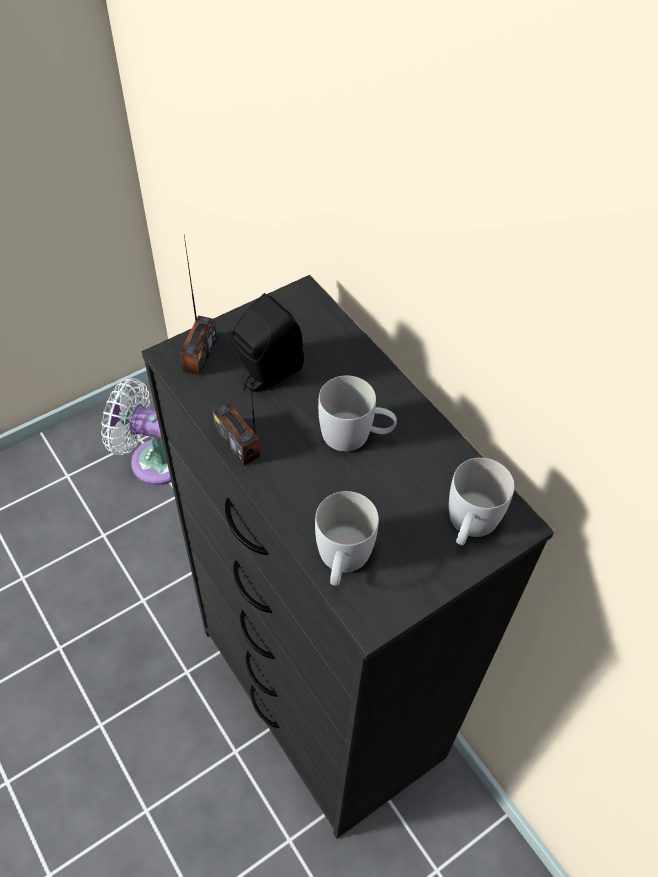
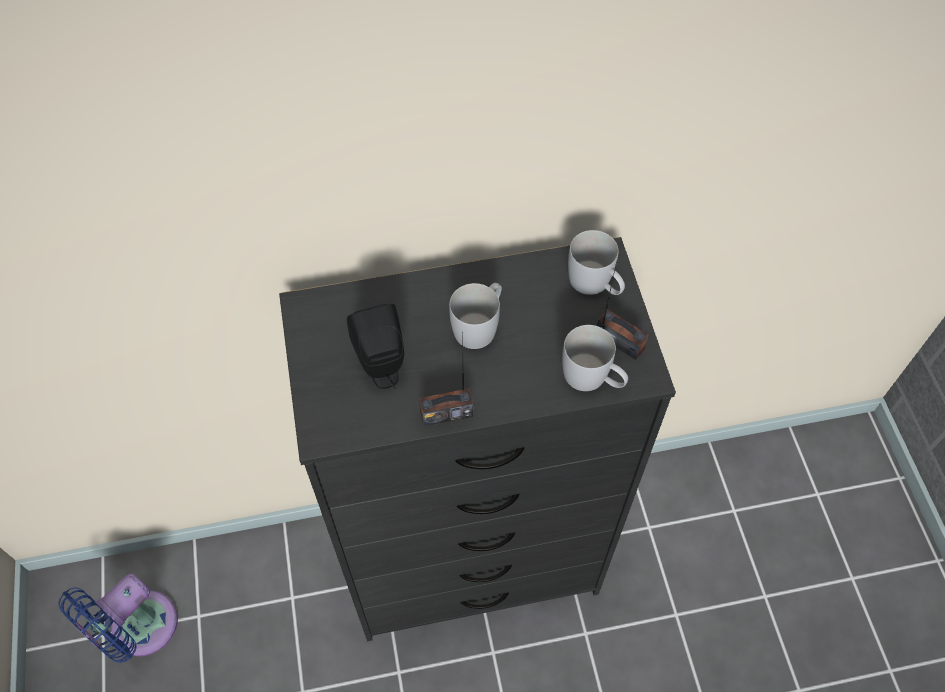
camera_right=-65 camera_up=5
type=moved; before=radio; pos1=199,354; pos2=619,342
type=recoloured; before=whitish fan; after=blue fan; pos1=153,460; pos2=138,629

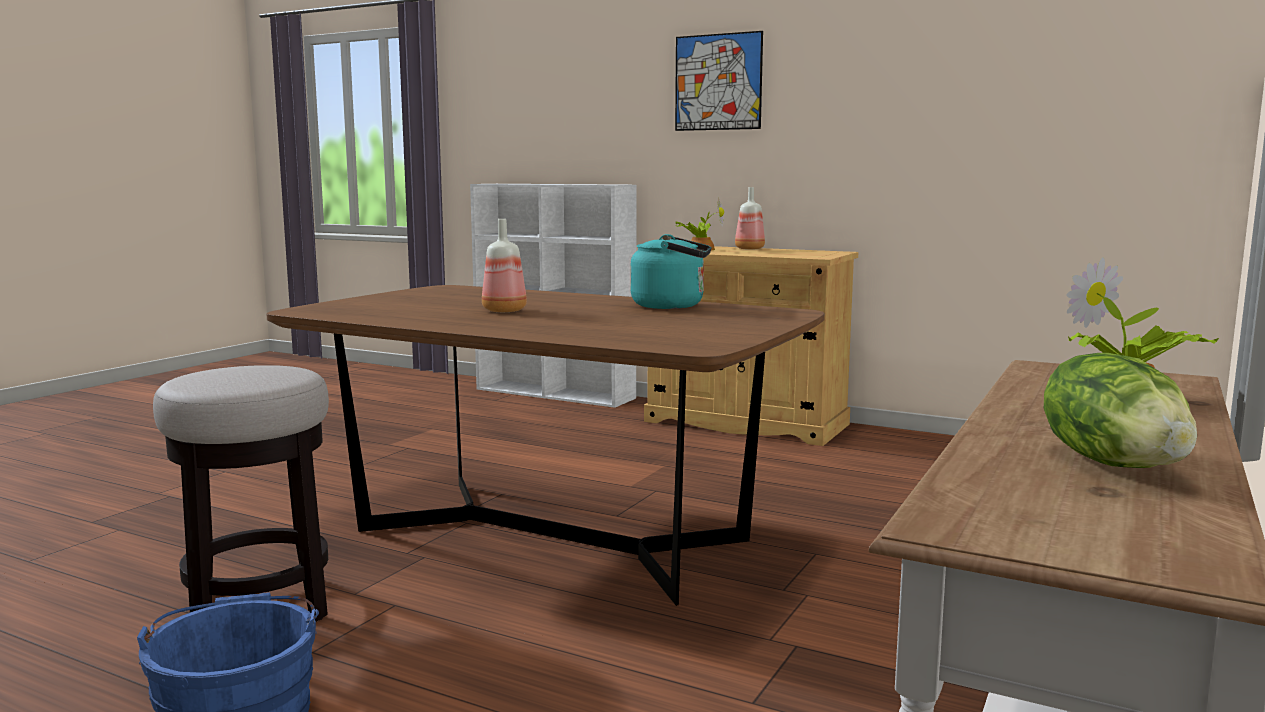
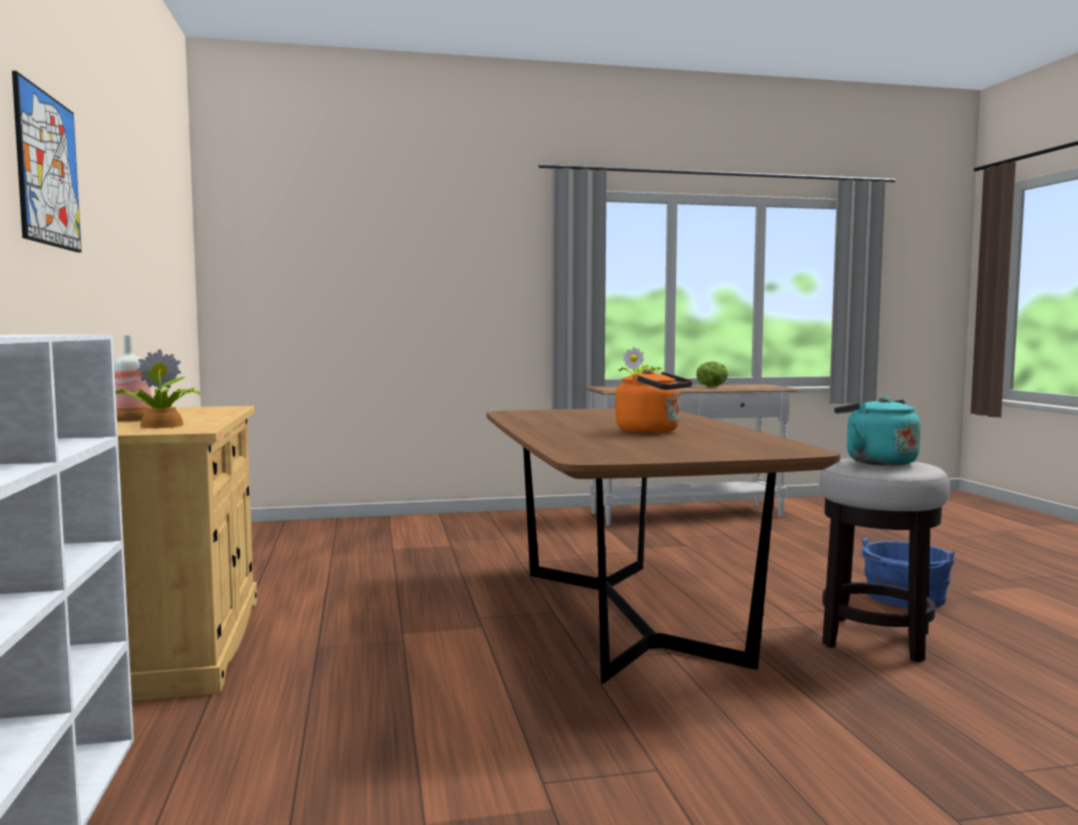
camera_right=-130 camera_up=-5
type=moved; before=turquoise-coloured water kettle; pos1=672,306; pos2=876,461
type=replaced; before=beverage bottle; after=orangey water kettle; pos1=503,310; pos2=652,432

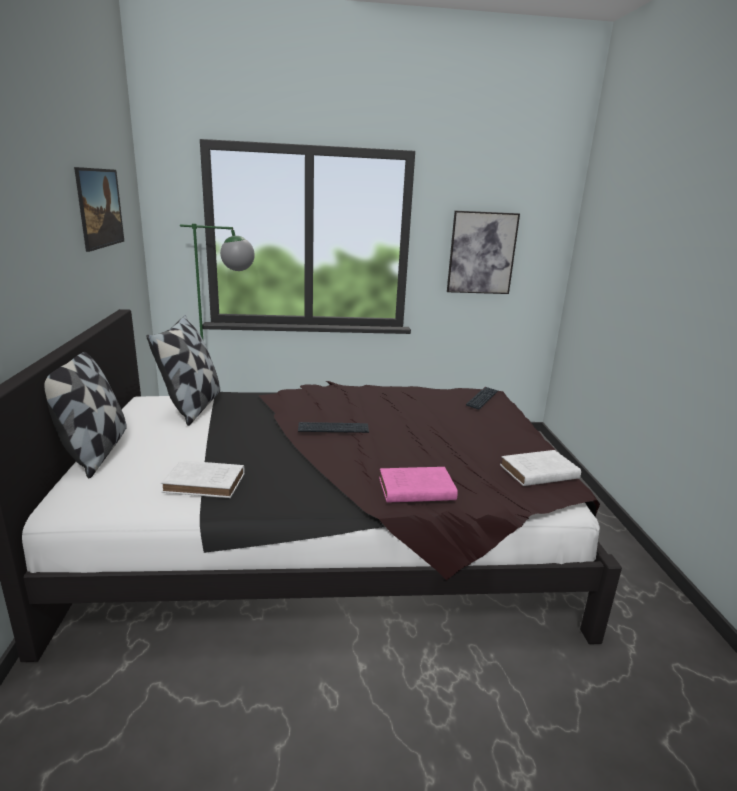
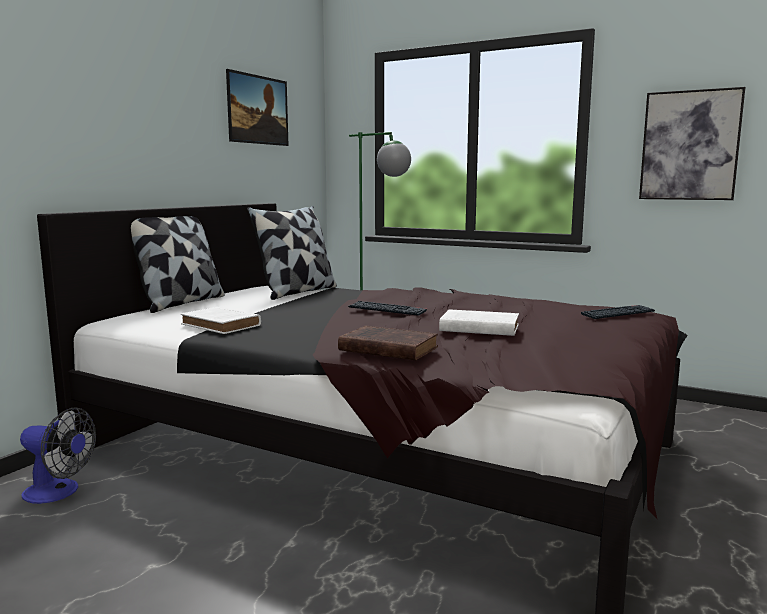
camera_right=35 camera_up=-10
type=added; after=fan; pos2=59,492
type=moved; before=whitish bound book; pos1=537,472; pos2=477,328
type=recoloured; before=pink bound book; after=brownish bound book; pos1=414,489; pos2=386,348

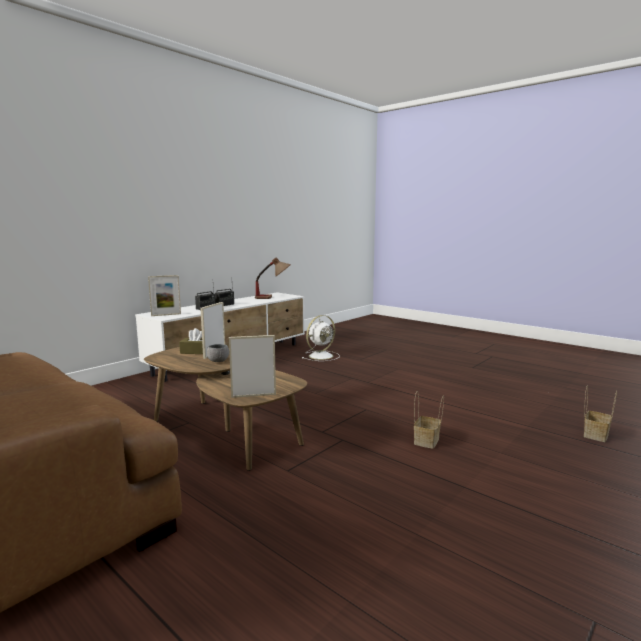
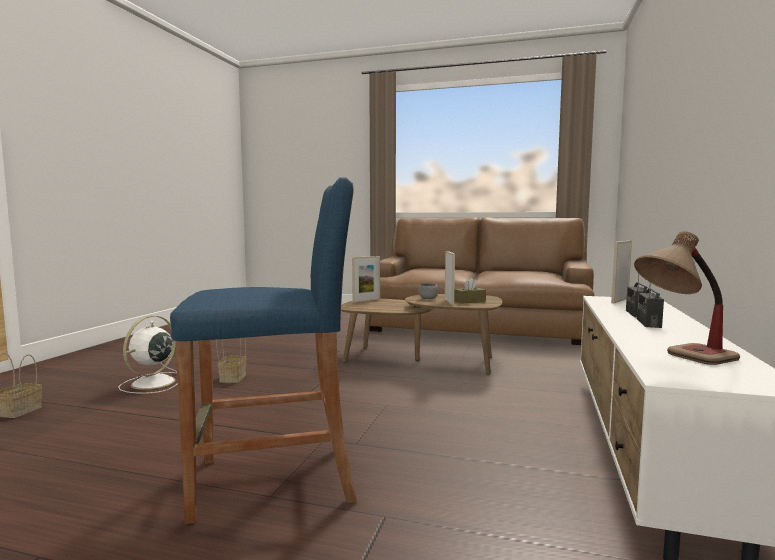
camera_right=155 camera_up=-5
type=added; after=blue stool seat; pos2=274,480
type=moved; before=whitish fan; pos1=321,356; pos2=151,383

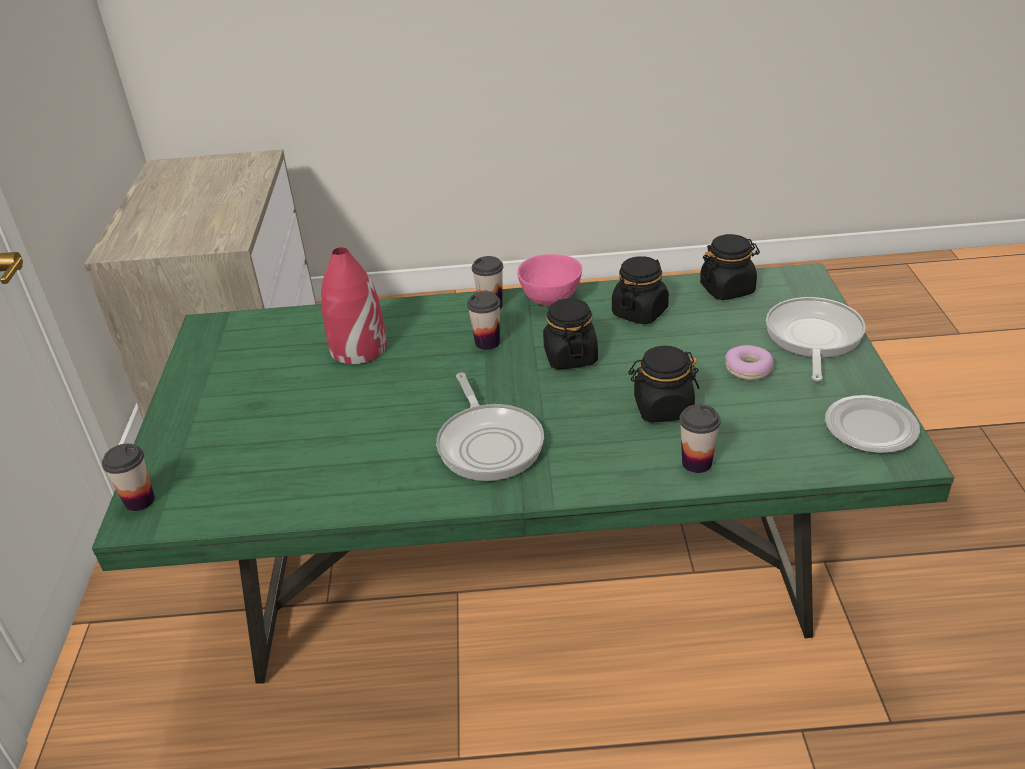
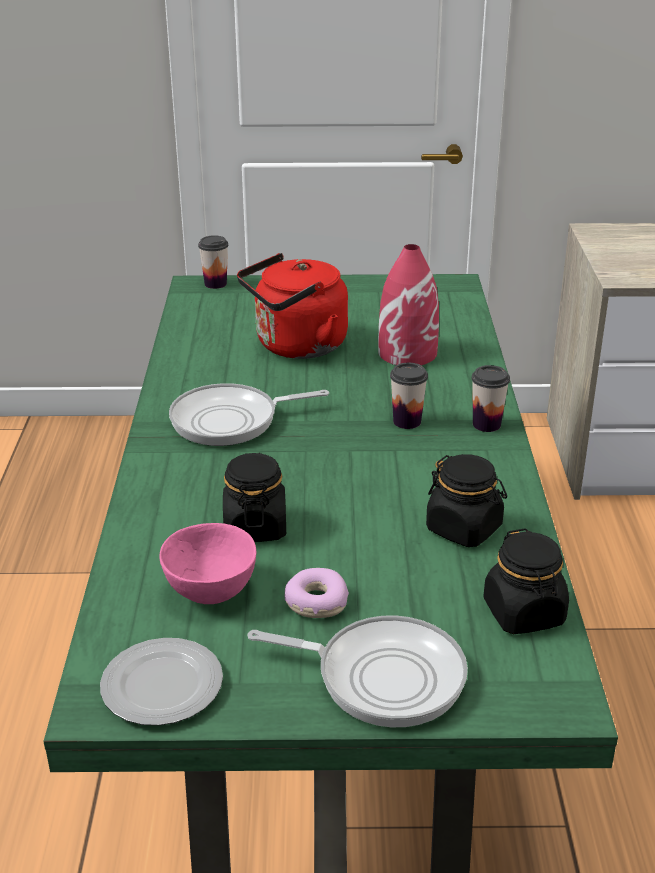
camera_right=90 camera_up=-5
type=removed; before=black-coloured storage jar; pos1=570,356
type=removed; before=drinking cup; pos1=696,463
type=added; after=red water kettle; pos2=296,347
type=moved; before=pink serving bowl; pos1=552,299; pos2=211,593

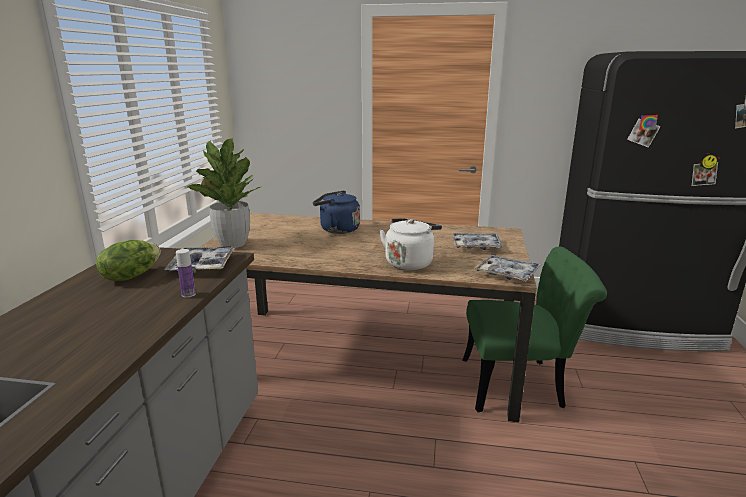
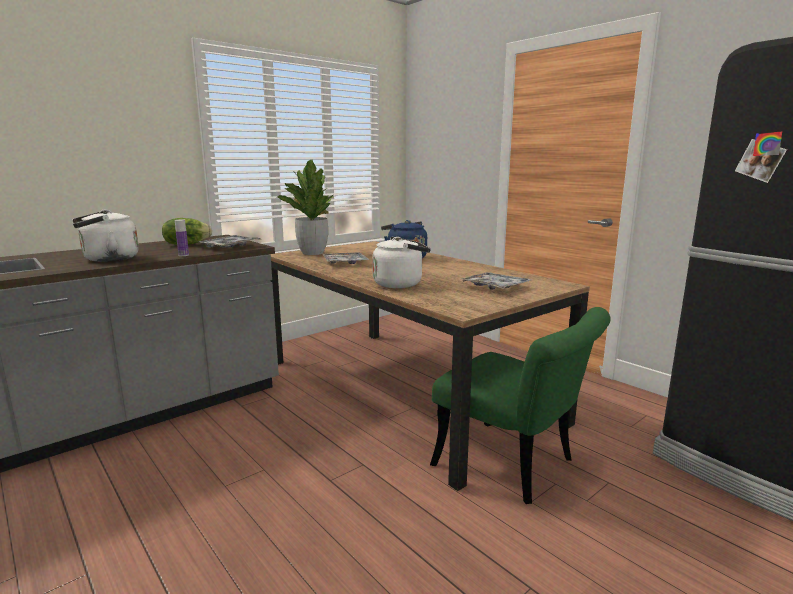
camera_right=40 camera_up=-5
type=added; after=whitish water kettle; pos2=107,259
type=moved; before=tray; pos1=507,274; pos2=345,263

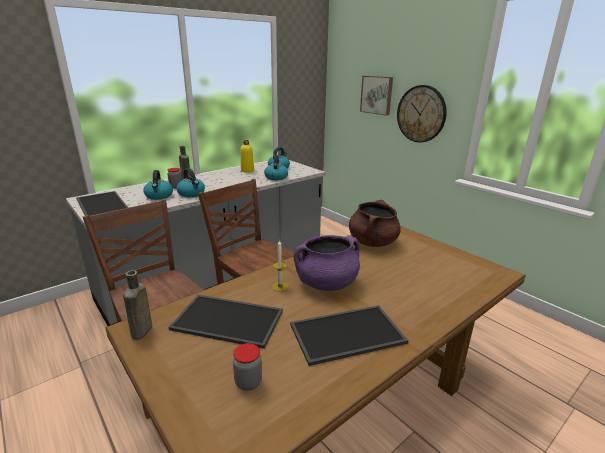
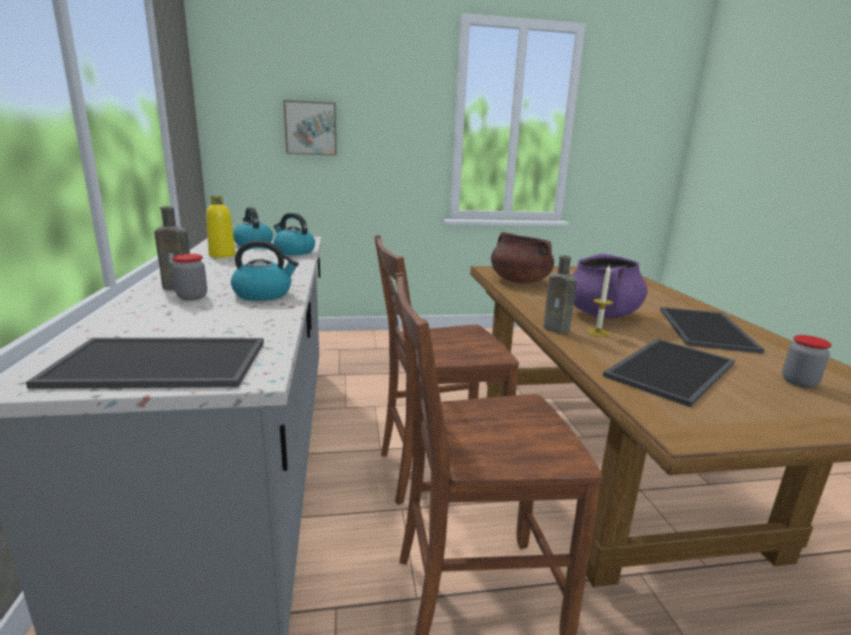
camera_right=-60 camera_up=-5
type=removed; before=water kettle; pos1=159,196
type=removed; before=hanging clock; pos1=421,114
type=moved; before=brownish beverage bottle; pos1=141,332; pos2=557,330

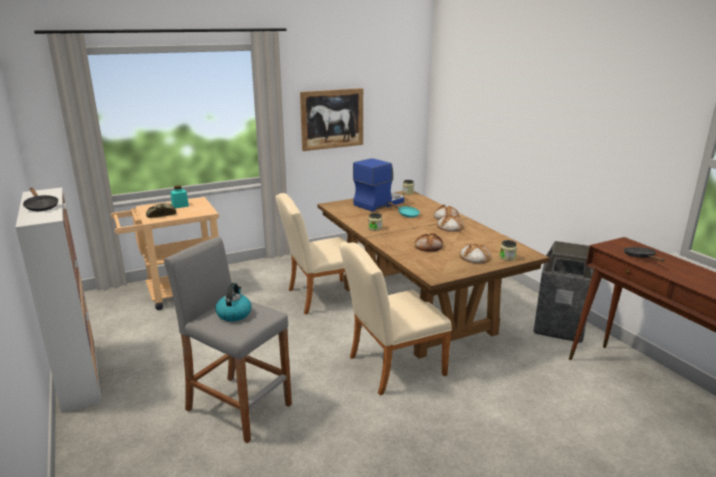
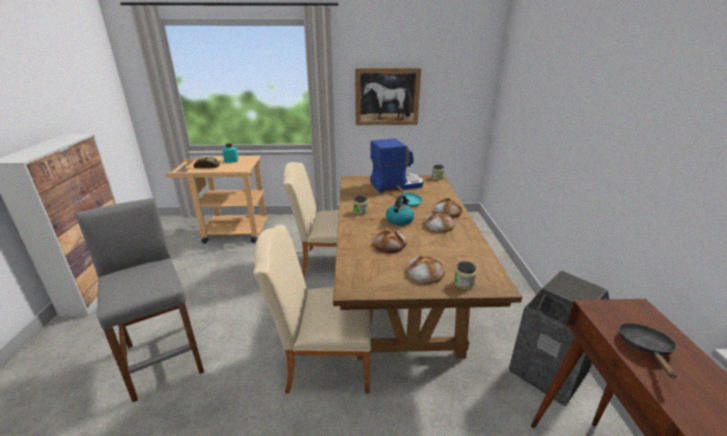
camera_right=25 camera_up=5
type=removed; before=black-coloured frying pan; pos1=41,207
type=moved; before=water kettle; pos1=234,314; pos2=399,220

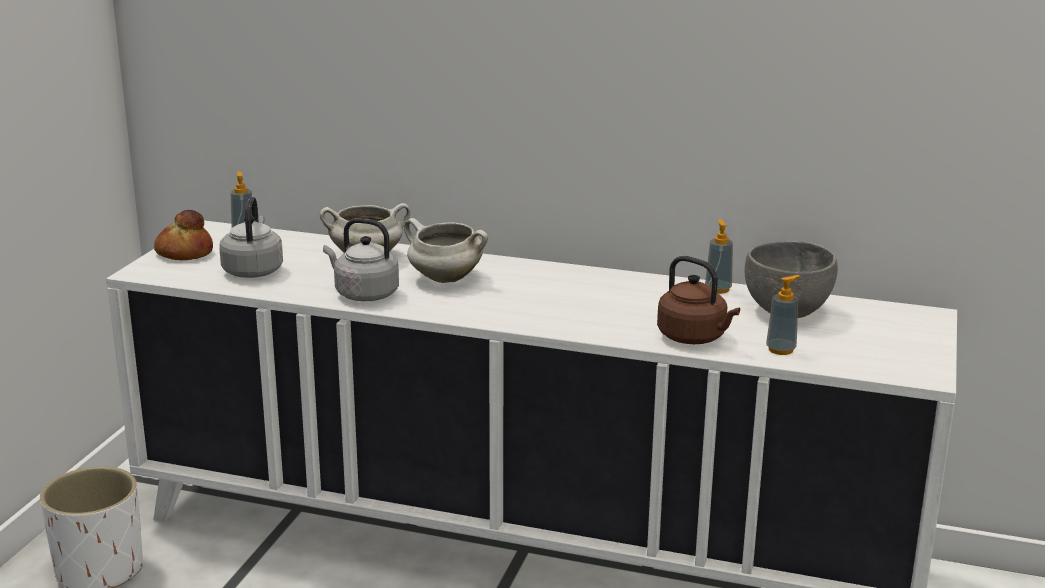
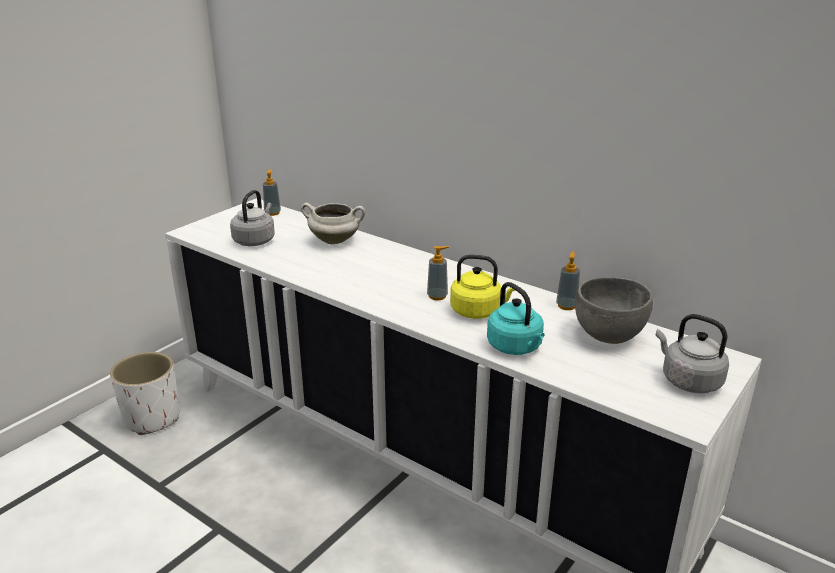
camera_right=20 camera_up=5
type=removed; before=bread; pos1=184,253
type=removed; before=whitish cooking pot; pos1=444,279
type=added; after=yellowish water kettle; pos2=478,311
type=moved; before=greyish water kettle; pos1=363,294; pos2=688,380
type=moved; before=soap bottle; pos1=781,350; pos2=437,296
type=recoloured; before=brownish water kettle; after=turquoise-coloured water kettle; pos1=694,338; pos2=516,347

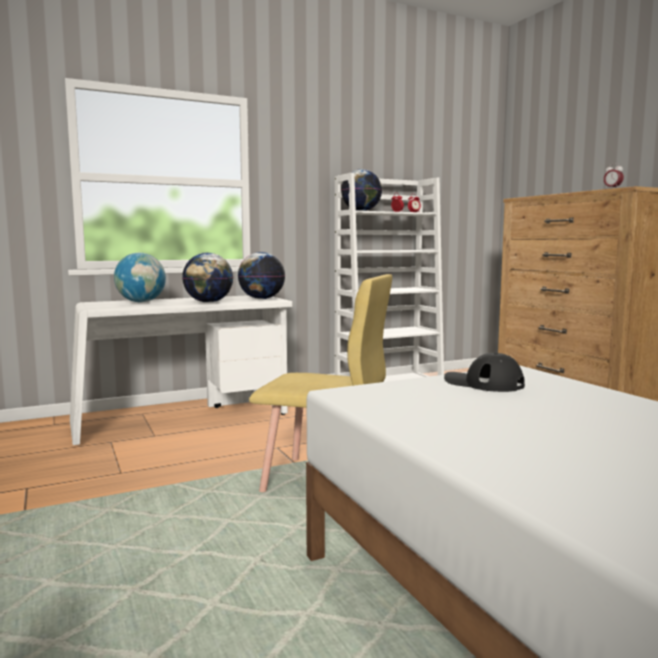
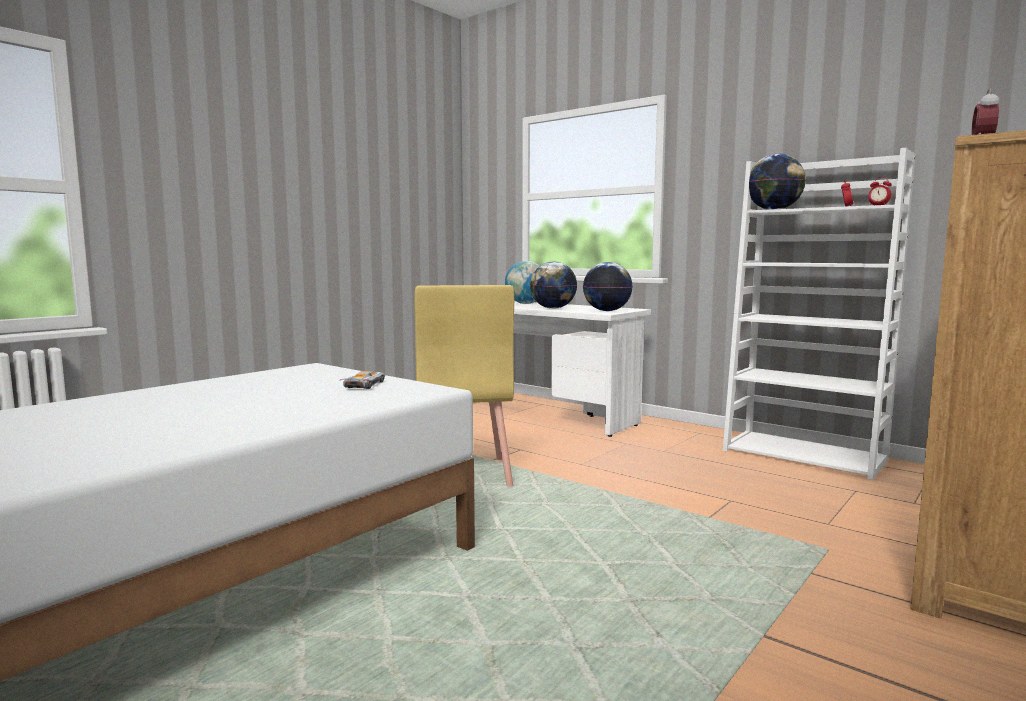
camera_right=65 camera_up=0
type=replaced; before=black-coloured baseball cap; after=model car; pos1=483,383; pos2=365,384

